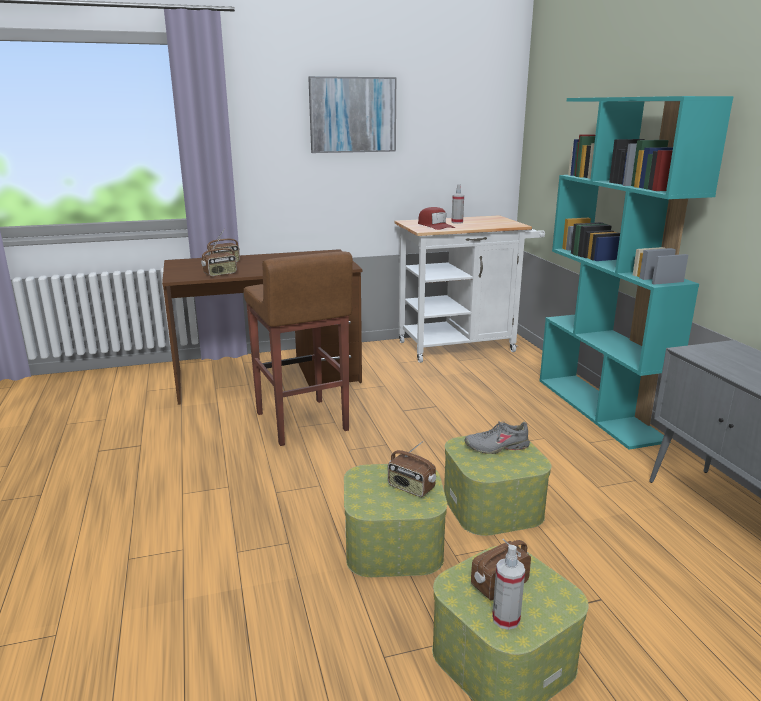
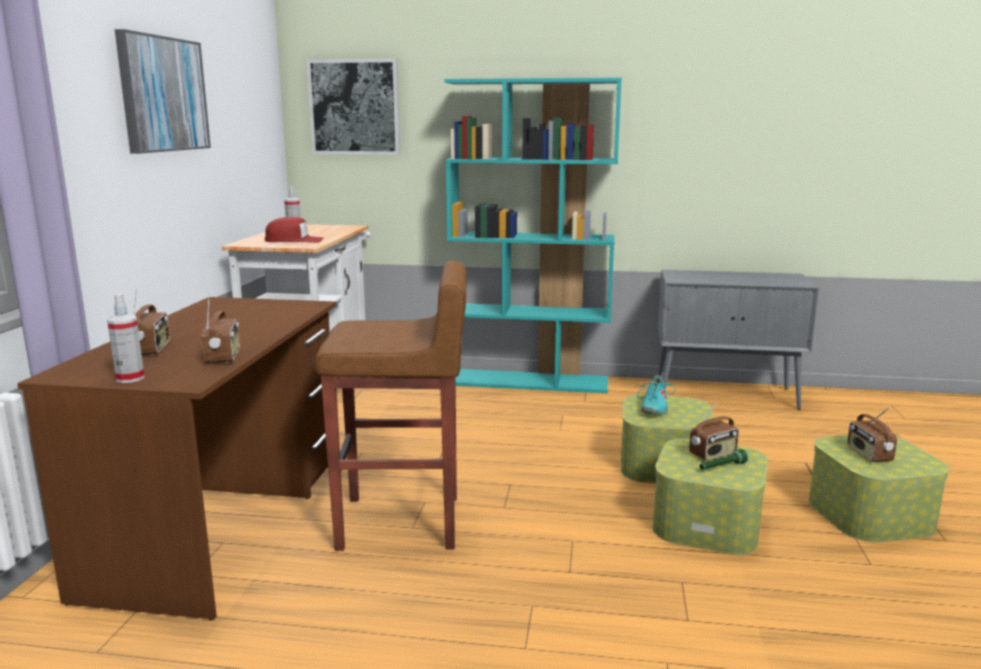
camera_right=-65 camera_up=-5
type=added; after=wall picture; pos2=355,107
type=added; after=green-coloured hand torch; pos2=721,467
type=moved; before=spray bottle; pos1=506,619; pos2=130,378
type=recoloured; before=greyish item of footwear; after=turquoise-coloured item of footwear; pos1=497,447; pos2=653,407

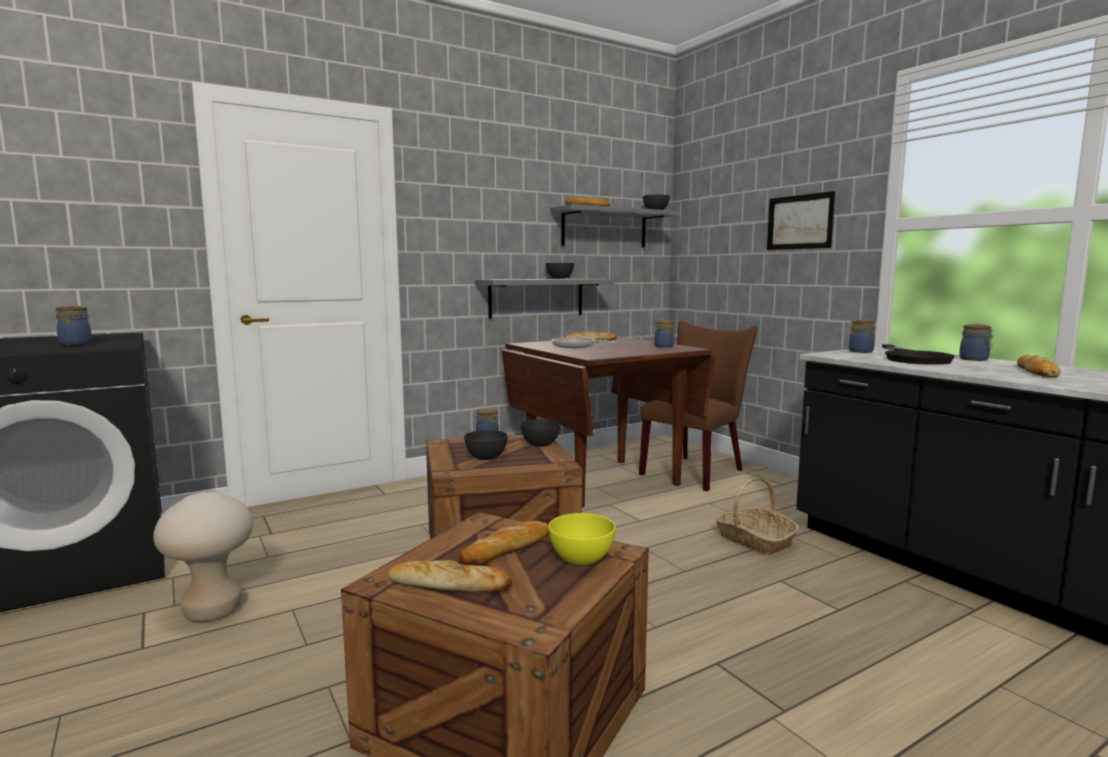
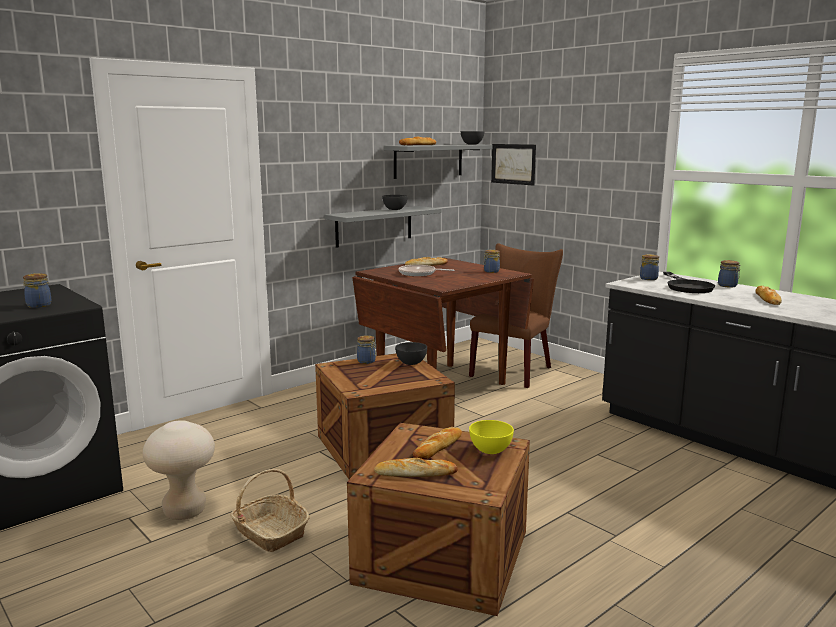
camera_right=-10 camera_up=5
type=removed; before=greyish serving bowl; pos1=486,458
type=moved; before=household basket; pos1=754,540; pos2=269,532
type=moved; before=wall picture; pos1=799,222; pos2=513,164

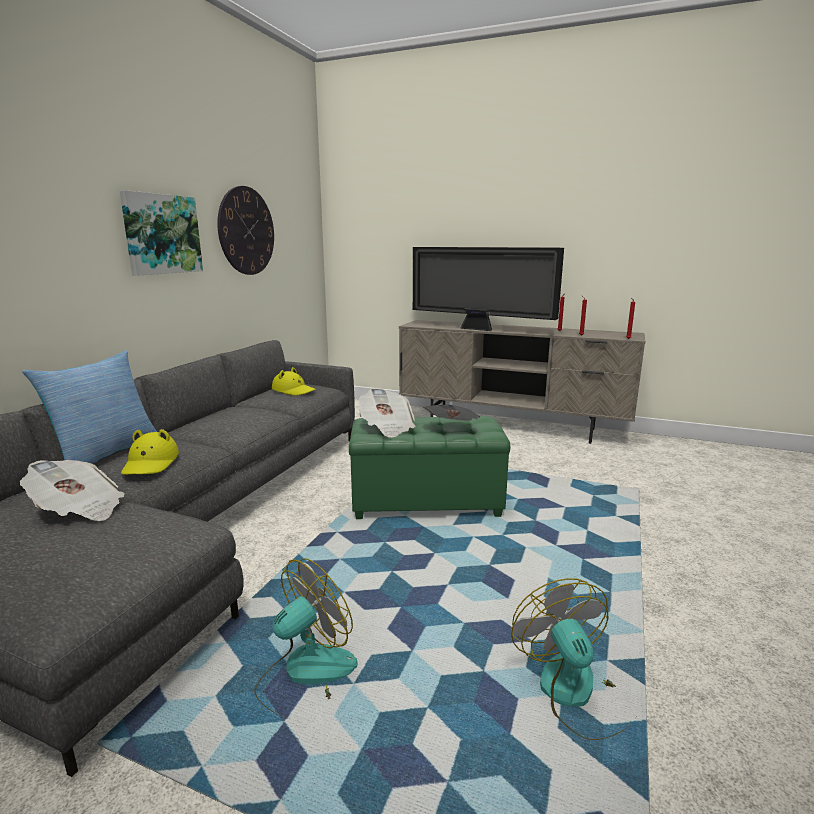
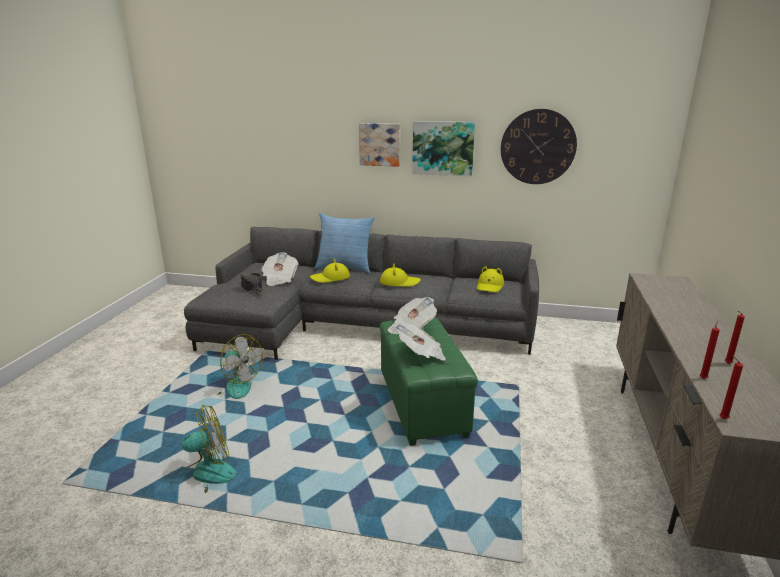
camera_right=80 camera_up=5
type=removed; before=television; pos1=479,329
type=added; after=black-coloured wearable hat; pos2=251,288
type=added; after=wall picture; pos2=380,144
type=added; after=yellowish wearable hat; pos2=399,282

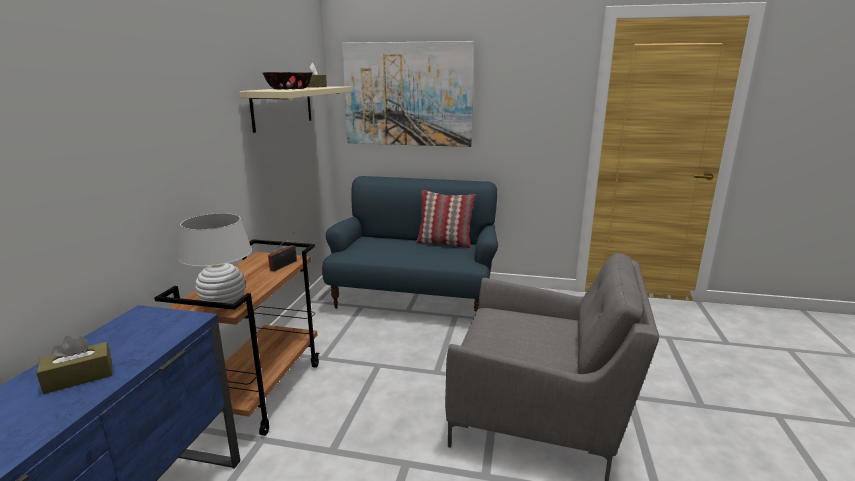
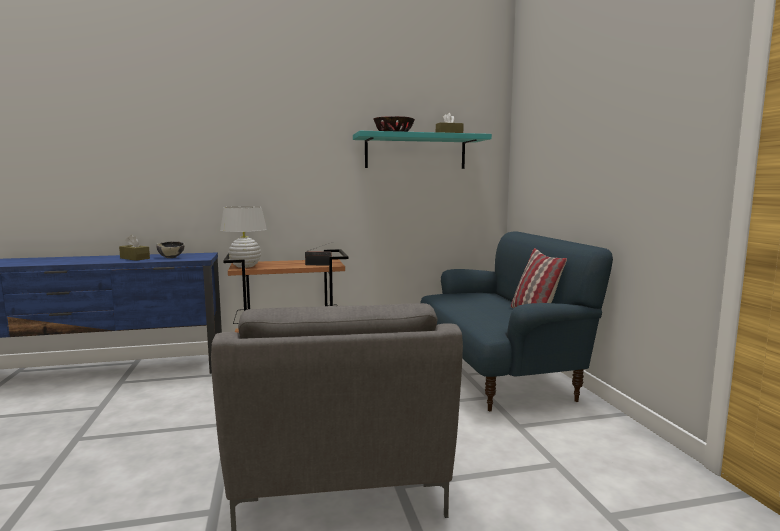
camera_right=65 camera_up=-10
type=removed; before=wall picture; pos1=407,94
type=added; after=serving bowl; pos2=171,257
type=recoloured; before=sand-coloured shelf; after=turquoise-coloured shelf; pos1=283,107; pos2=415,152

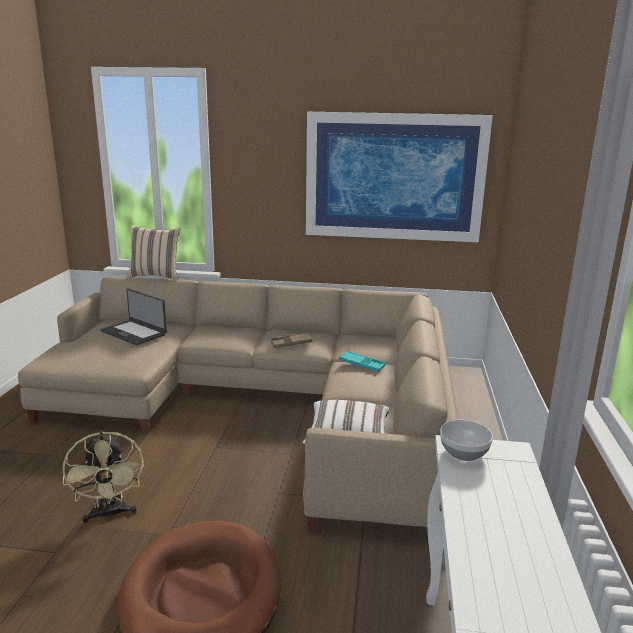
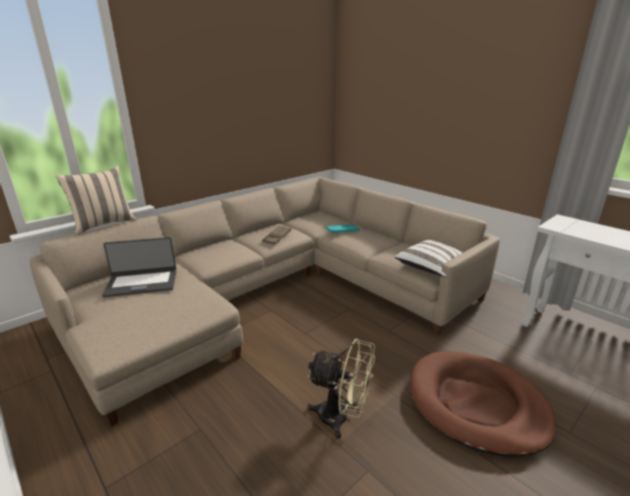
camera_right=-50 camera_up=5
type=removed; before=wall picture; pos1=394,177
type=removed; before=serving bowl; pos1=463,452

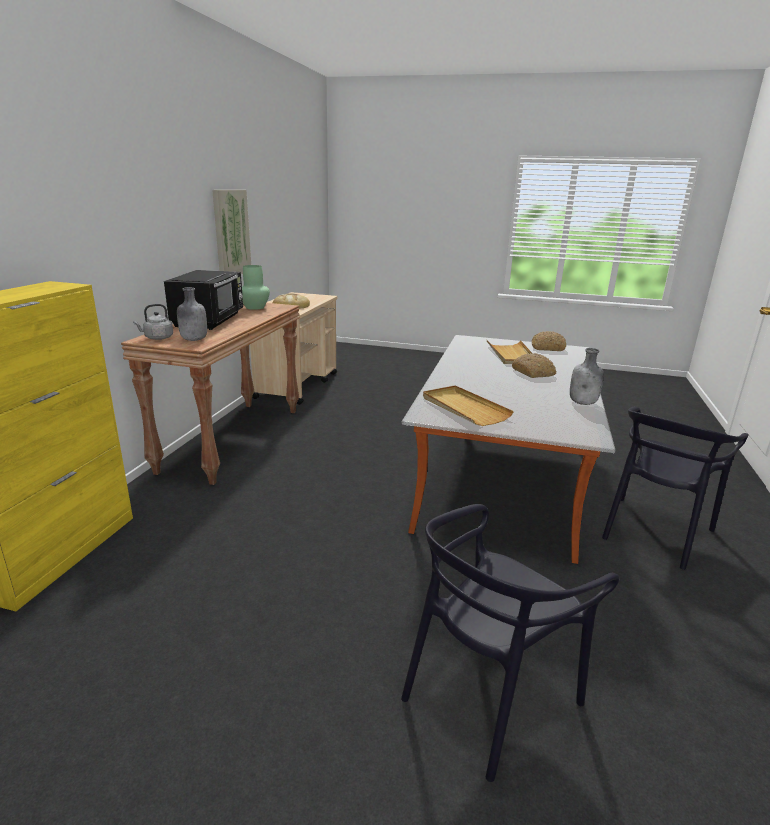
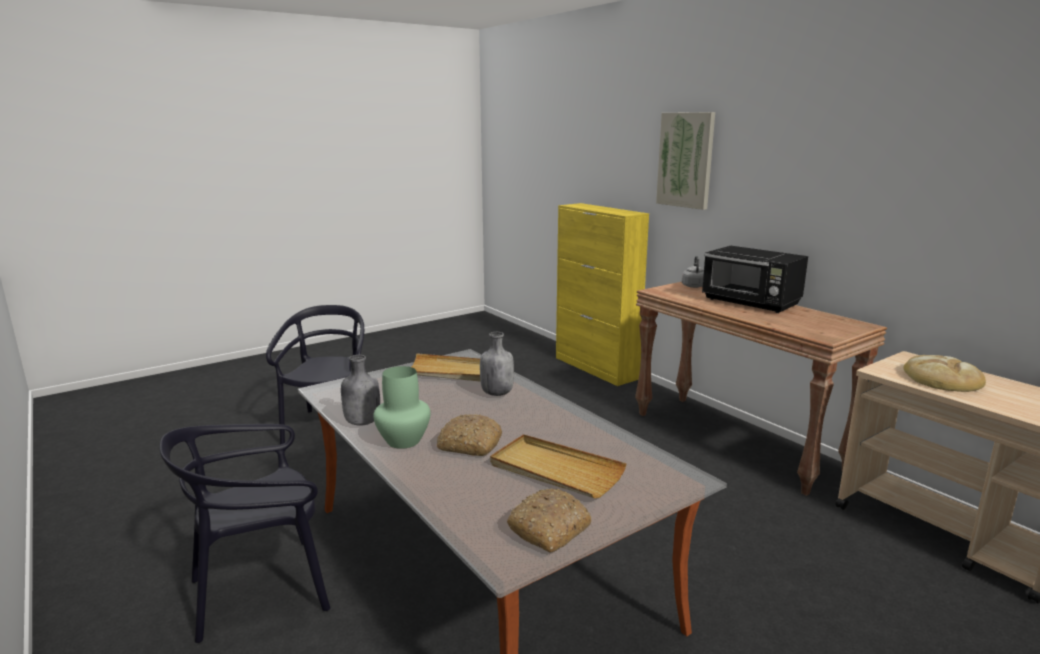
camera_right=130 camera_up=-5
type=moved; before=greyish beverage bottle; pos1=193,340; pos2=497,393
type=moved; before=wall picture; pos1=231,233; pos2=685,160
type=moved; before=green-coloured decorative vase; pos1=254,307; pos2=404,440
type=turned; before=black-coloured chair; pos1=654,531; pos2=261,590; turn=-105

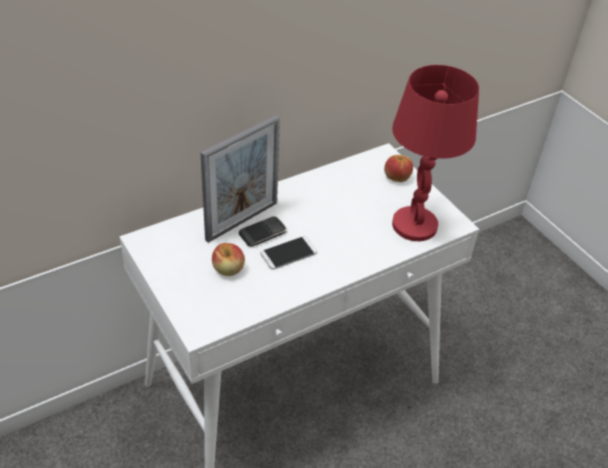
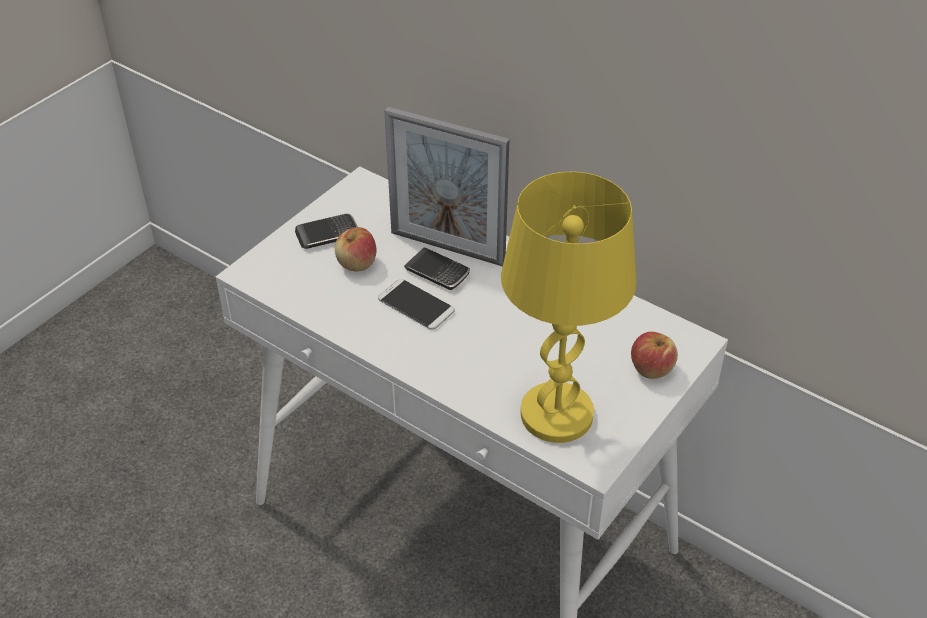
camera_right=70 camera_up=0
type=added; after=handset; pos2=327,234
type=recoloured; before=red lamp for a table; after=yellowish lamp for a table; pos1=414,225; pos2=557,414

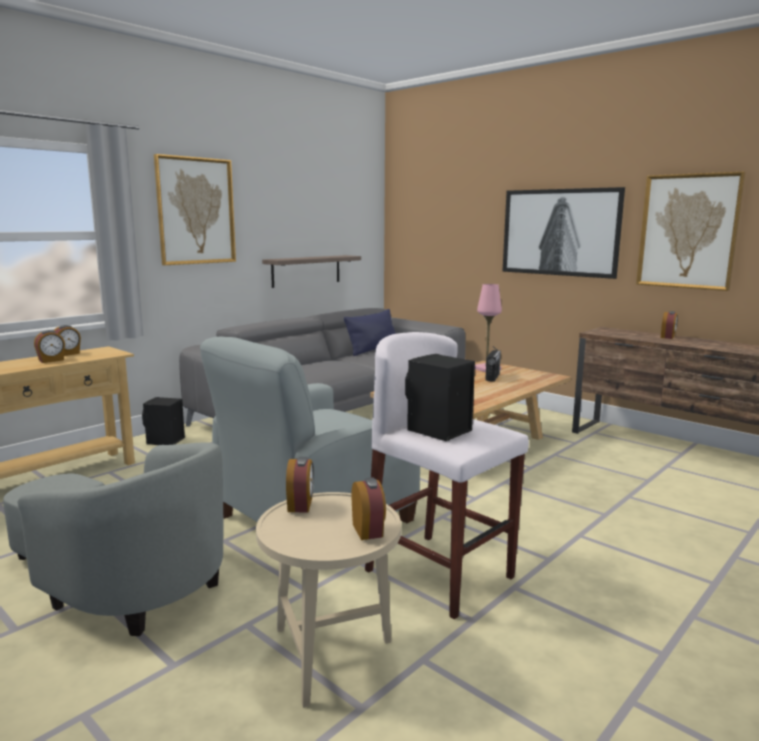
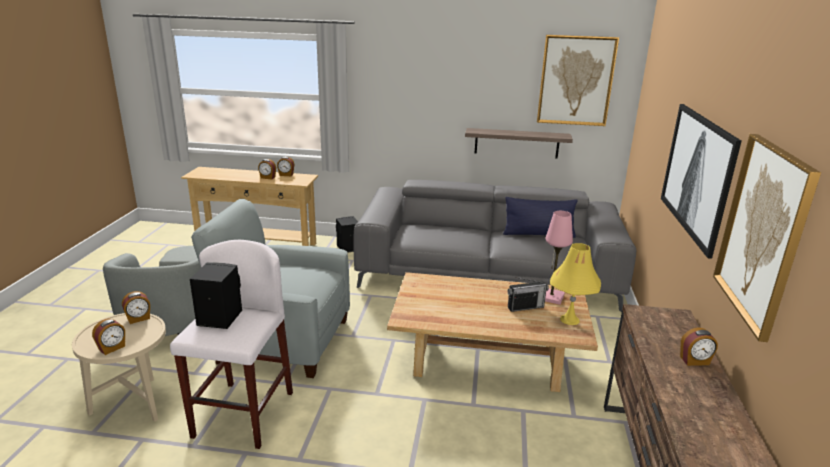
camera_right=55 camera_up=10
type=added; after=yellowish lamp for a table; pos2=569,319
type=moved; before=wall picture; pos1=196,211; pos2=576,80

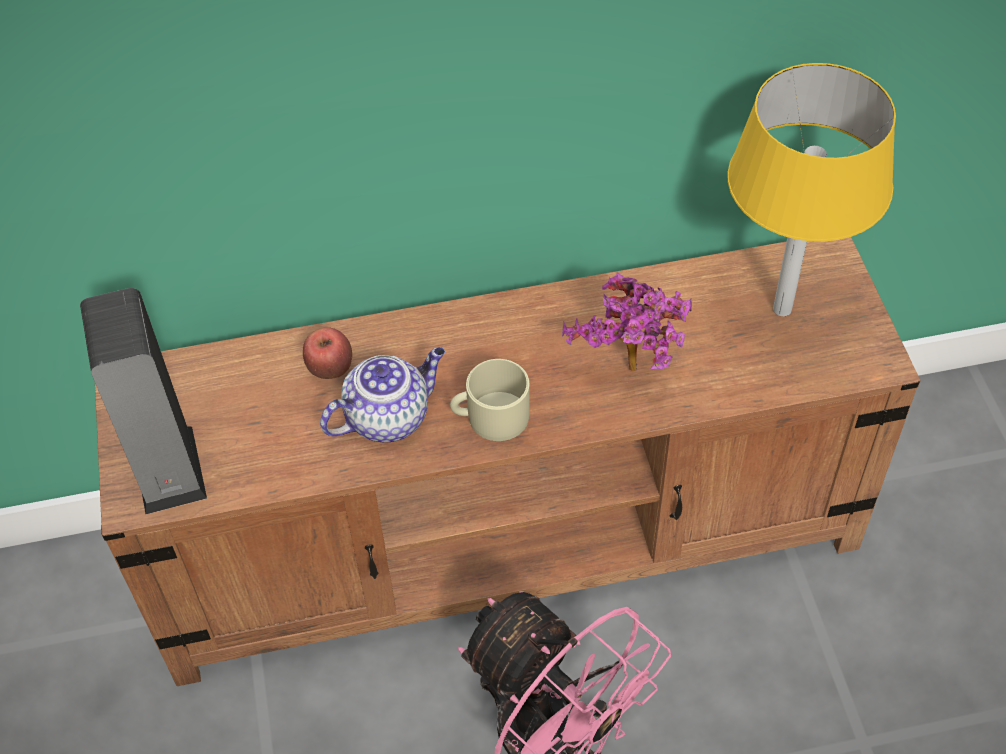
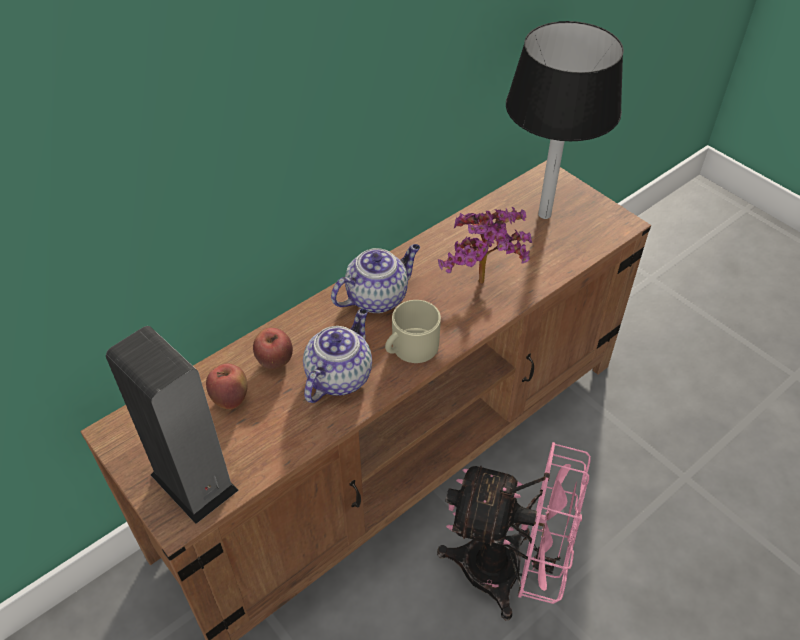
camera_right=-30 camera_up=-5
type=added; after=apple; pos2=230,399
type=added; after=teapot; pos2=377,297
type=recoloured; before=yellowish lamp for a table; after=black-coloured lamp for a table; pos1=782,309; pos2=544,214

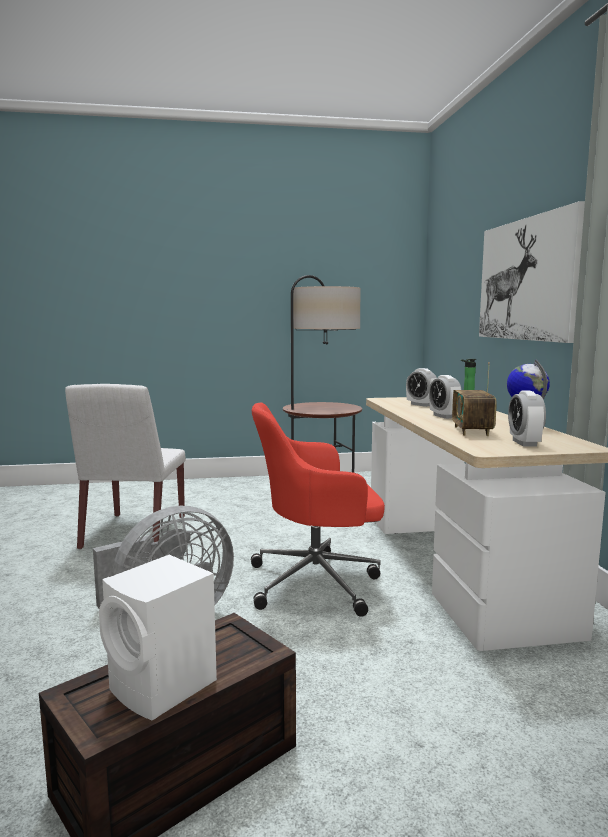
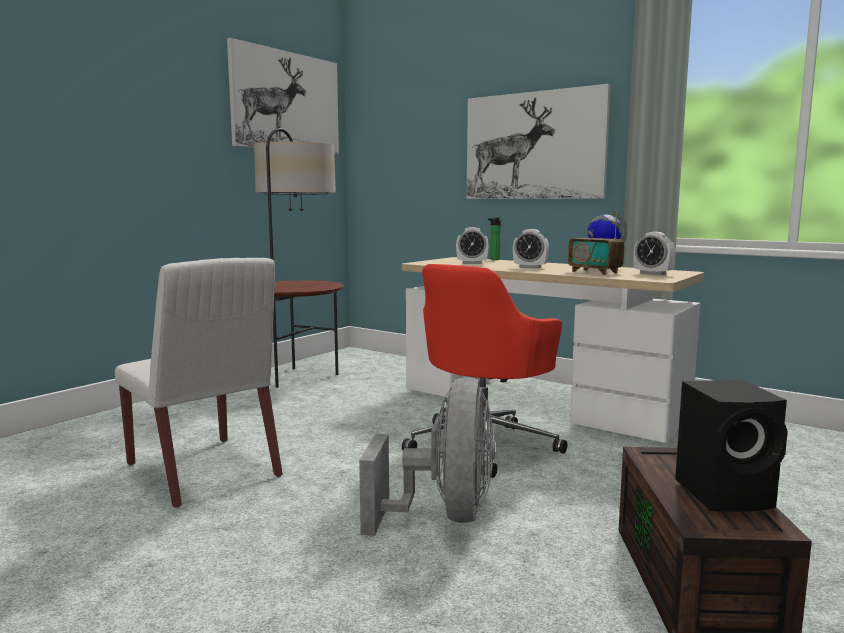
camera_right=-45 camera_up=0
type=added; after=wall picture; pos2=286,101
type=recoloured; before=whitish speaker; after=black-coloured speaker; pos1=164,687; pos2=727,494

